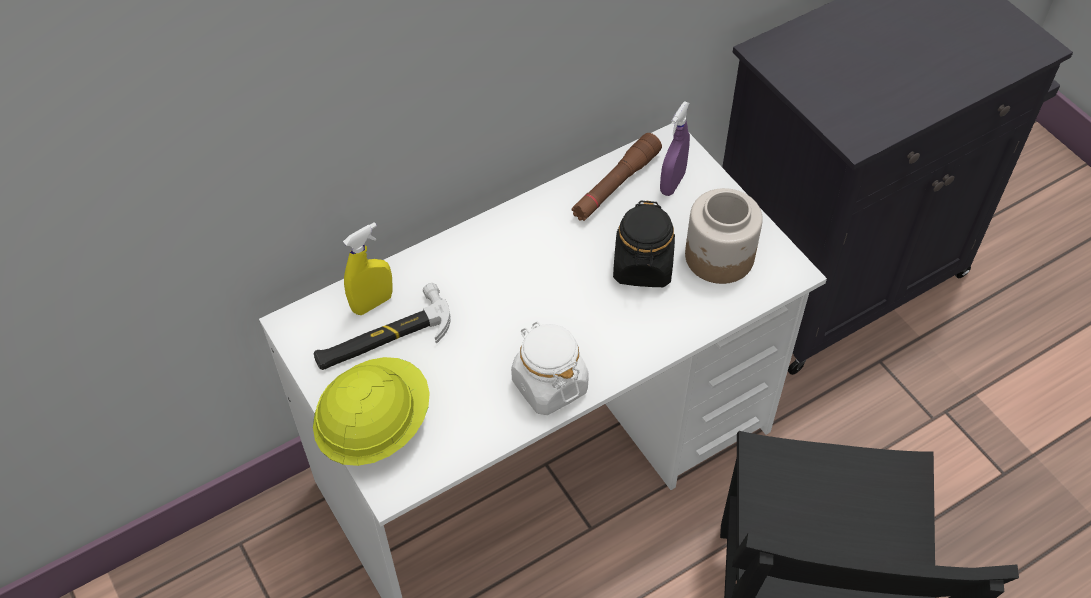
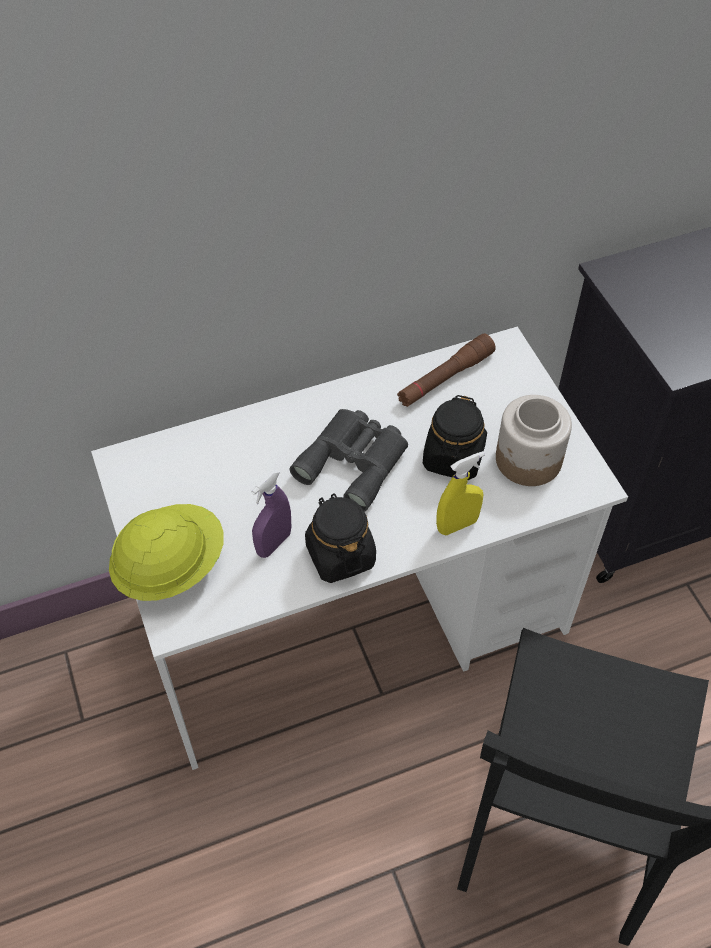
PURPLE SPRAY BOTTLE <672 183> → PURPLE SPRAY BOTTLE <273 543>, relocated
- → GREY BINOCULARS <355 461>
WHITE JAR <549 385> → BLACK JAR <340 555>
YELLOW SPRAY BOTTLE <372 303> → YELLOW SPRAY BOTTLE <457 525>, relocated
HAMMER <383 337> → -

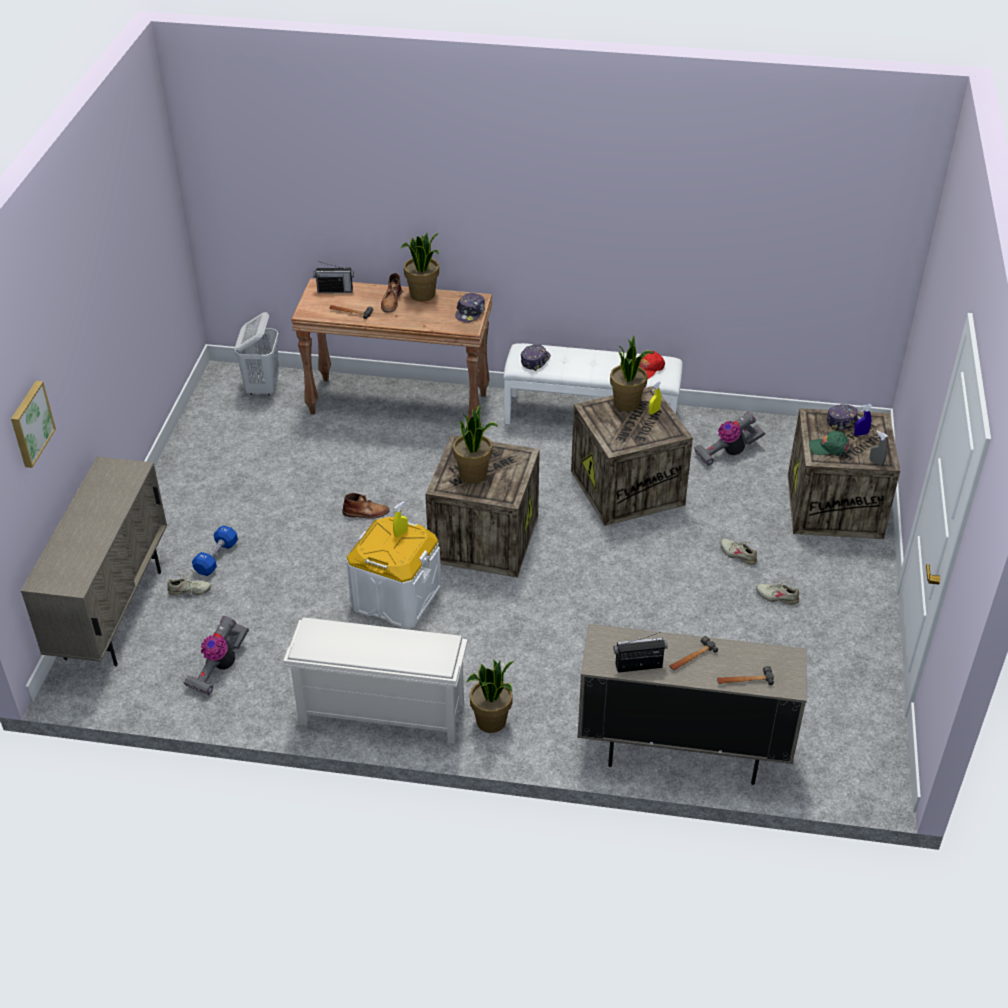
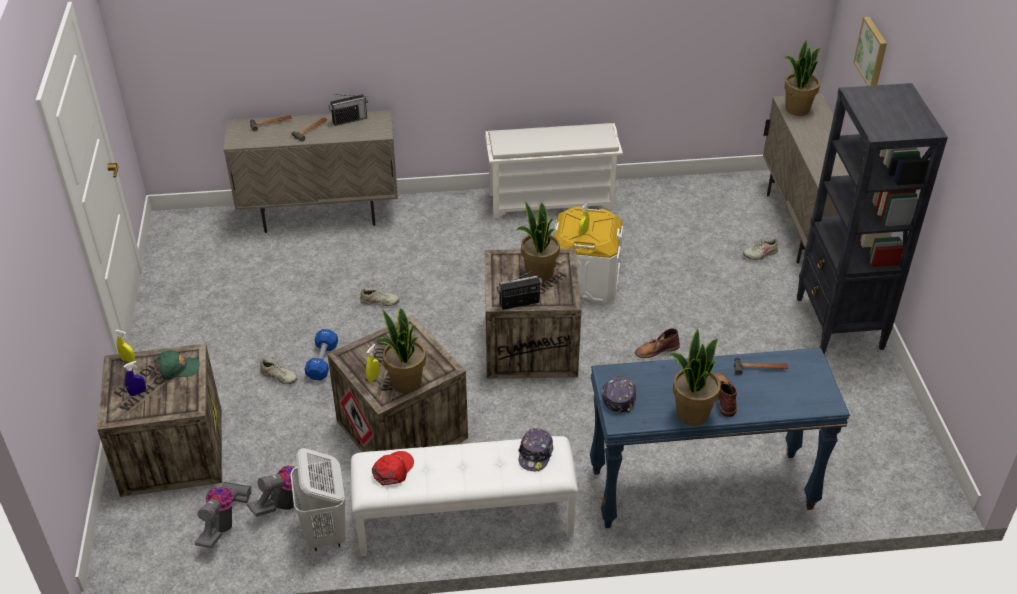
GREY SPRAY BOTTLE <876 462> → YELLOW SPRAY BOTTLE <128 360>
VACUUM CLEANER <219 667> → VACUUM CLEANER <224 522>, relocated
WHITE LAUNDRY BASKET <263 387> → WHITE LAUNDRY BASKET <325 533>, relocated
BLUE DUMBBELL <216 558> → BLUE DUMBBELL <322 362>, relocated
BEIGE SHOE <777 597> → BEIGE SHOE <379 302>, relocated
RADIO <335 290> → RADIO <519 303>, relocated
BROWN CONSOLE TABLE <399 403> → BLUE CONSOLE TABLE <700 491>
POTTED PLANT <491 722> → POTTED PLANT <797 109>, relocated
- → BLACK BOOKCASE <839 324>
CAP <844 421> → -

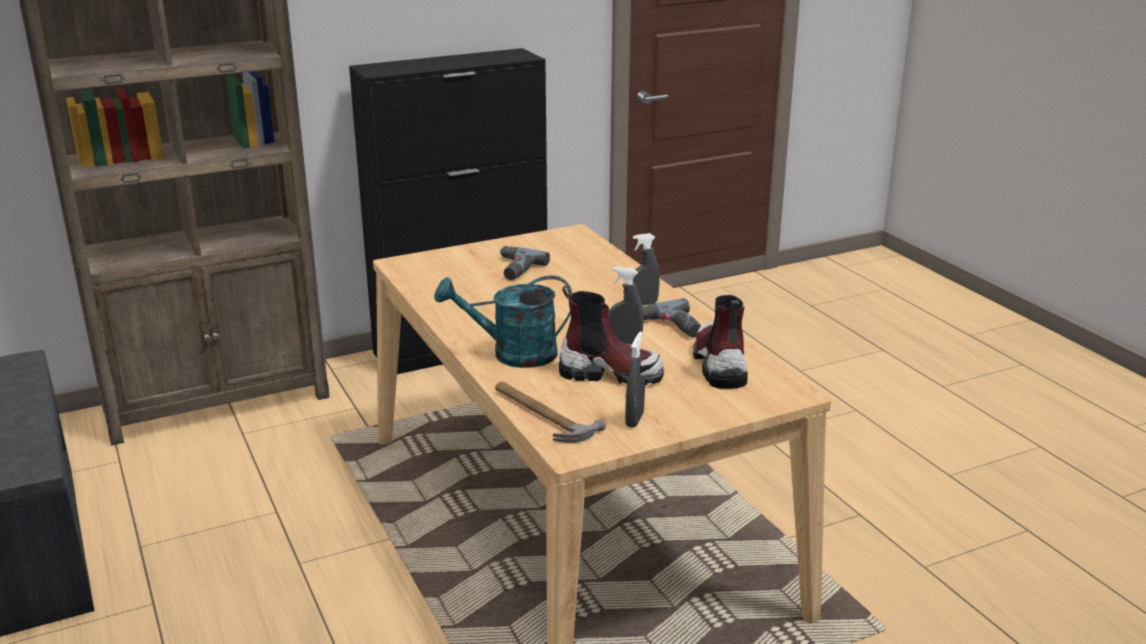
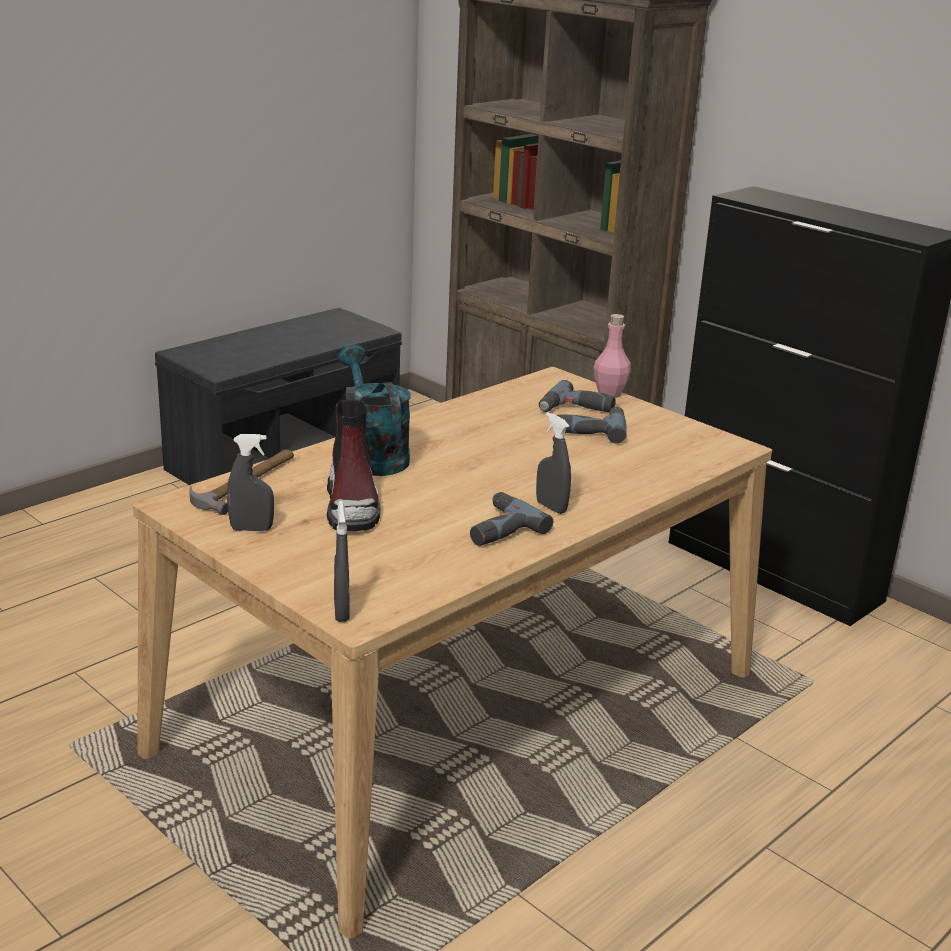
GREY SPRAY BOTTLE <624 342> → GREY SPRAY BOTTLE <341 611>, relocated
- → POWER DRILL <576 410>
- → PINK BOTTLE <609 393>
BOOT <718 365> → -

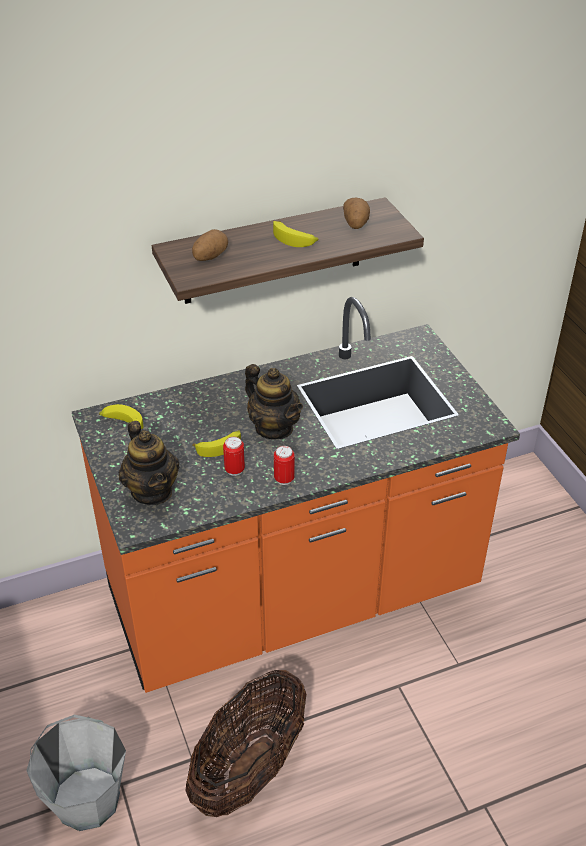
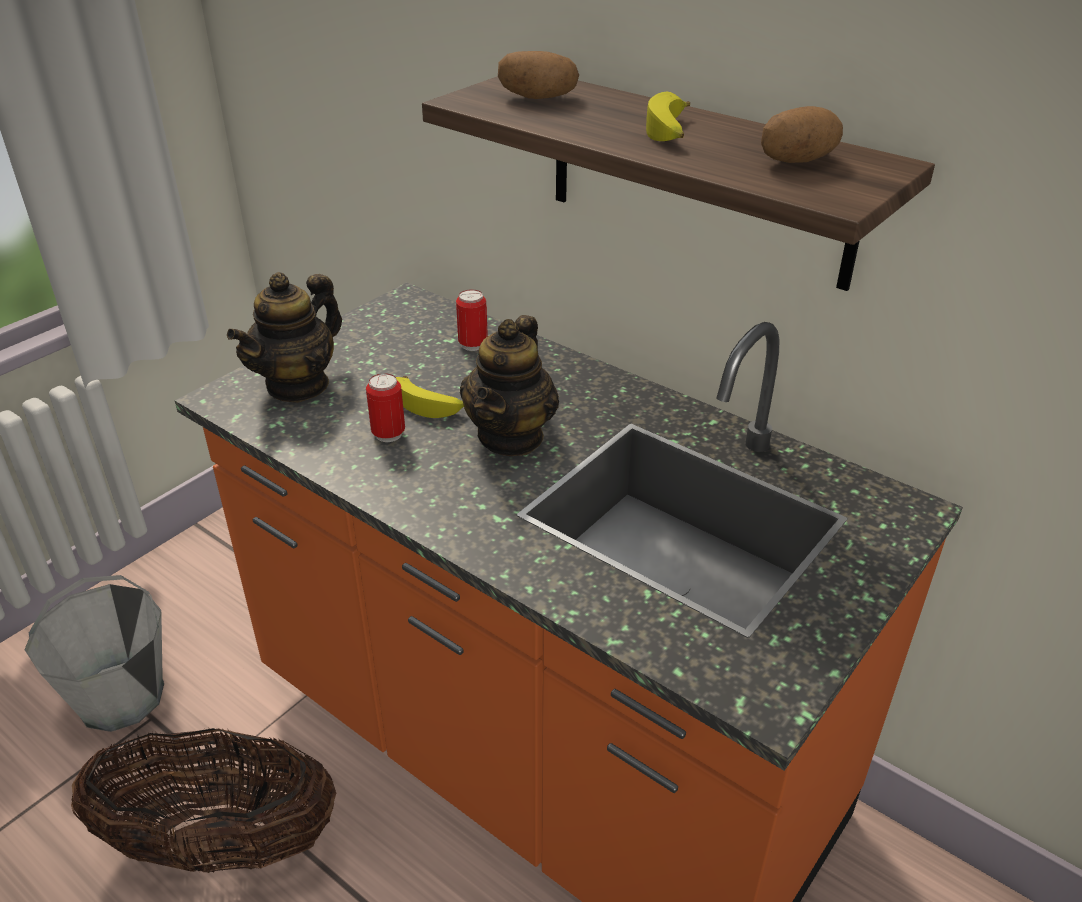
CAN <284 479> → CAN <473 345>, relocated
BANANA <122 422> → -

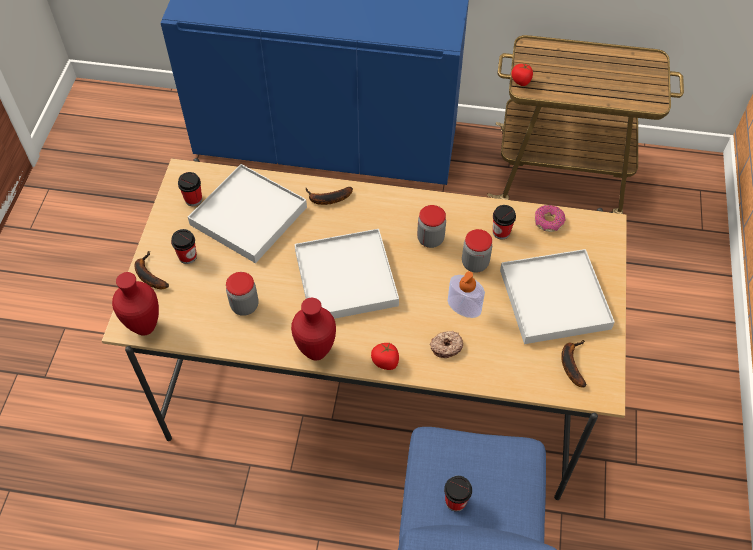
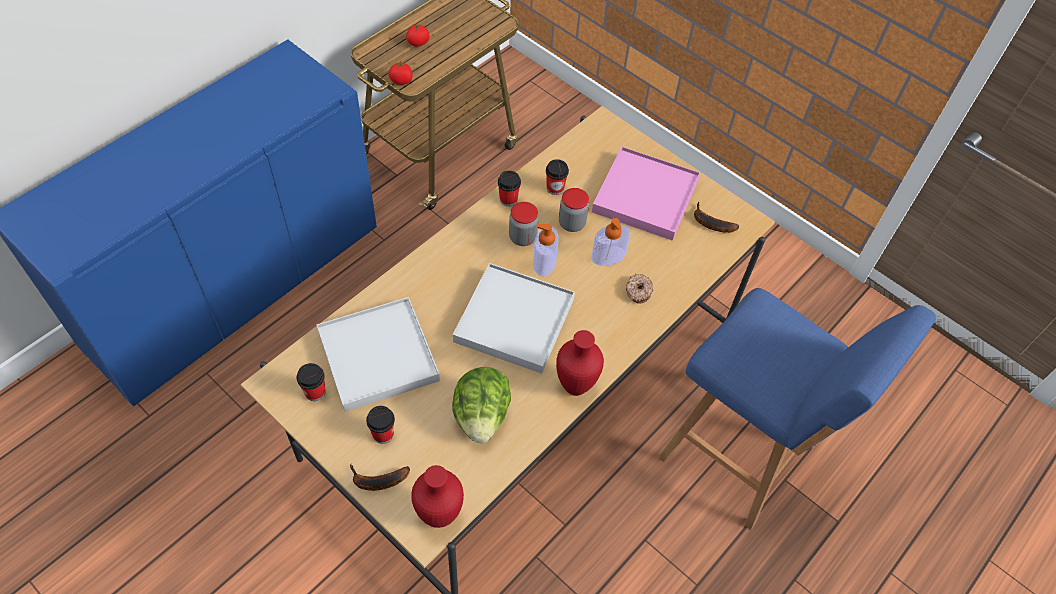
TOMATO <385 362> → TOMATO <418 42>, relocated
JAR <244 305> → LETTUCE <481 416>
CUP <455 501> → CUP <508 199>, relocated
- → SOAP DISPENSER <544 262>
WHITE TRAY <554 299> → PINK TRAY <645 196>
BANANA <327 199> → -
DONUT <548 222> → -

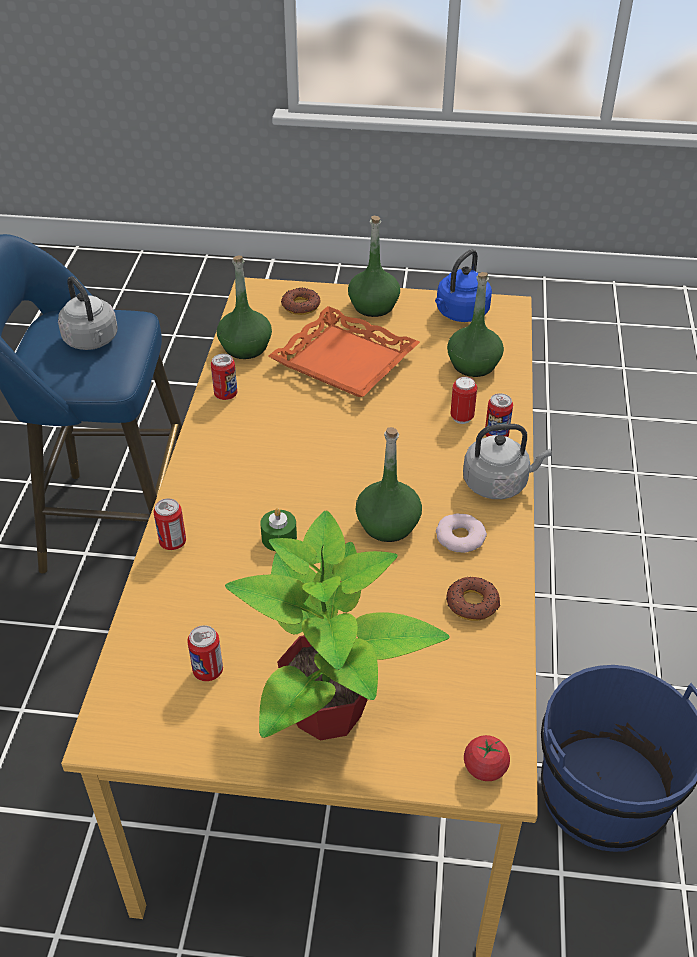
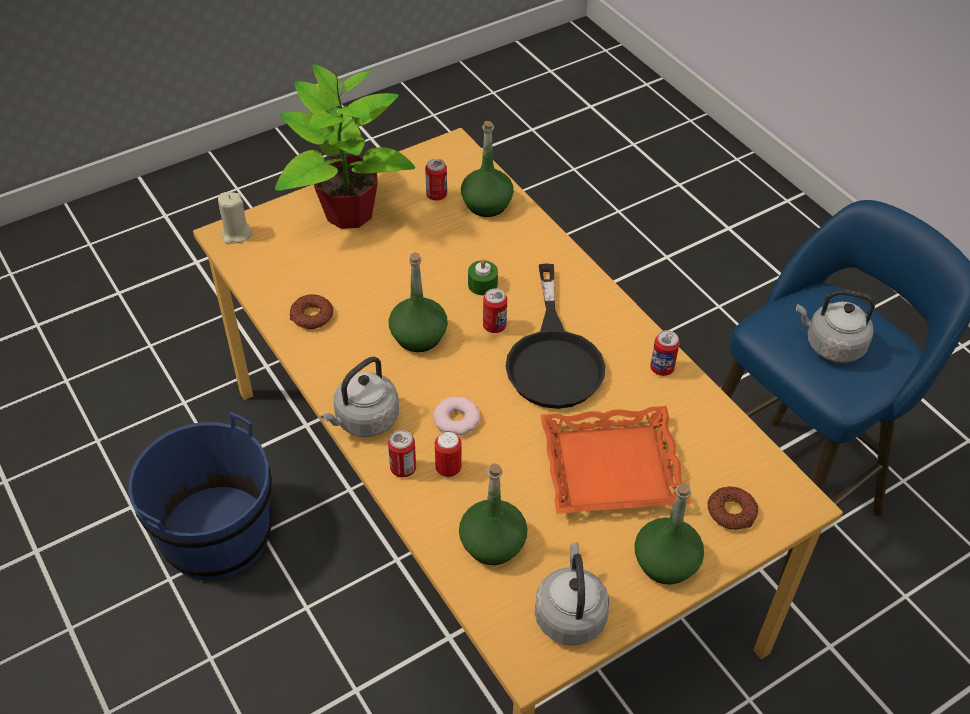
TOMATO <485 768> → BEIGE CANDLE <236 234>
DONUT <460 537> → DONUT <457 419>, relocated
GREEN BOTTLE <245 347> → GREEN BOTTLE <487 204>, relocated
CAN <173 542> → CAN <494 326>, relocated
- → BLACK FRYING PAN <553 358>
BLUE KETTLE <460 314> → GREY KETTLE <570 614>

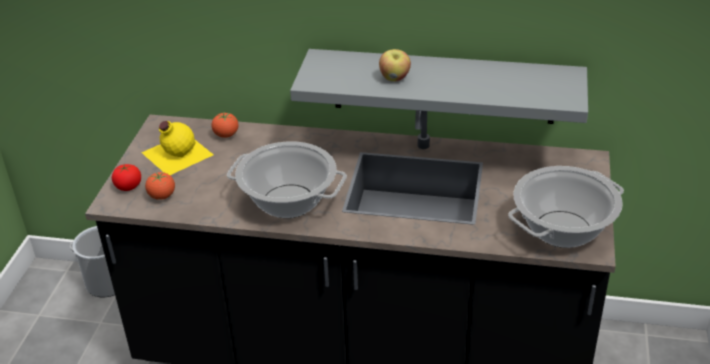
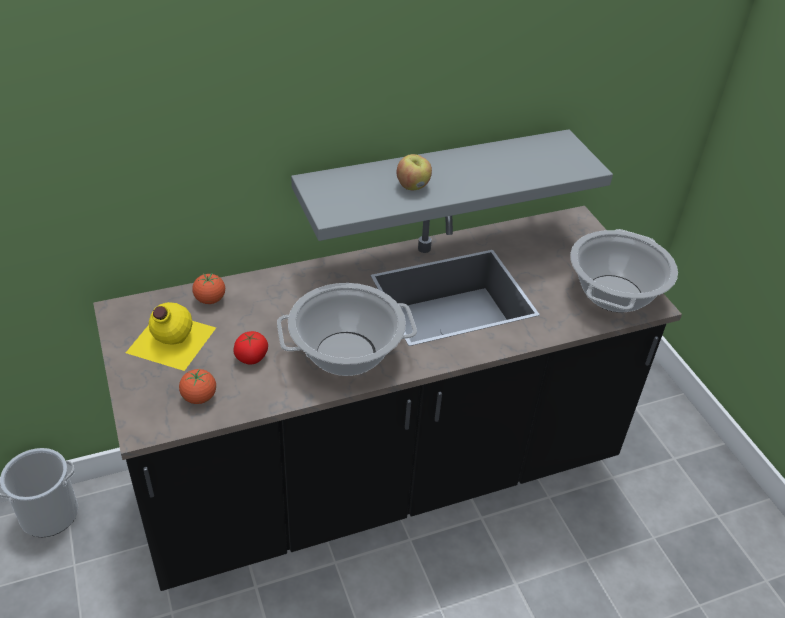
TOMATO <128 186> → TOMATO <251 357>, relocated

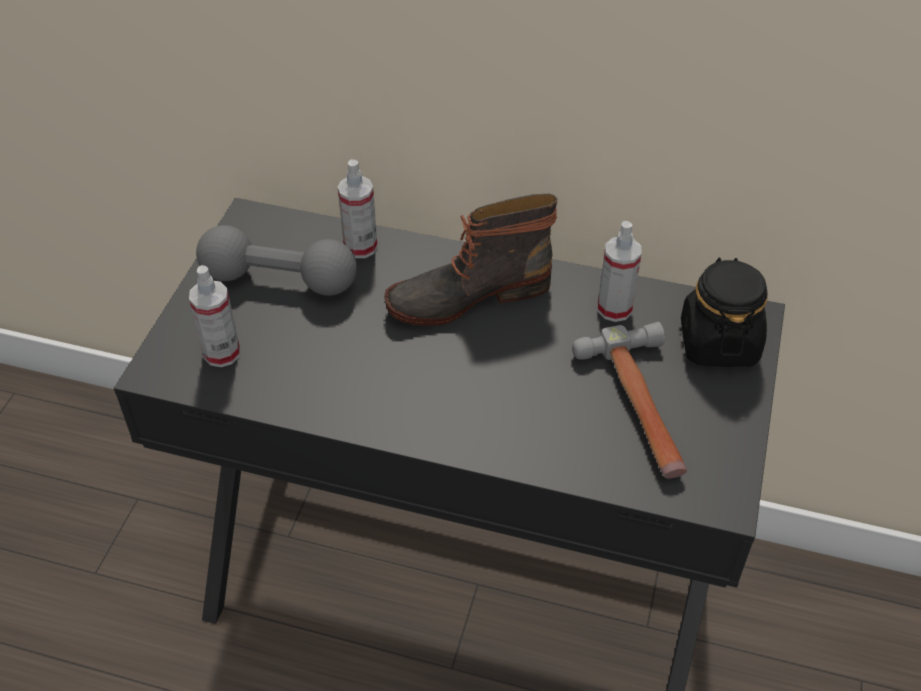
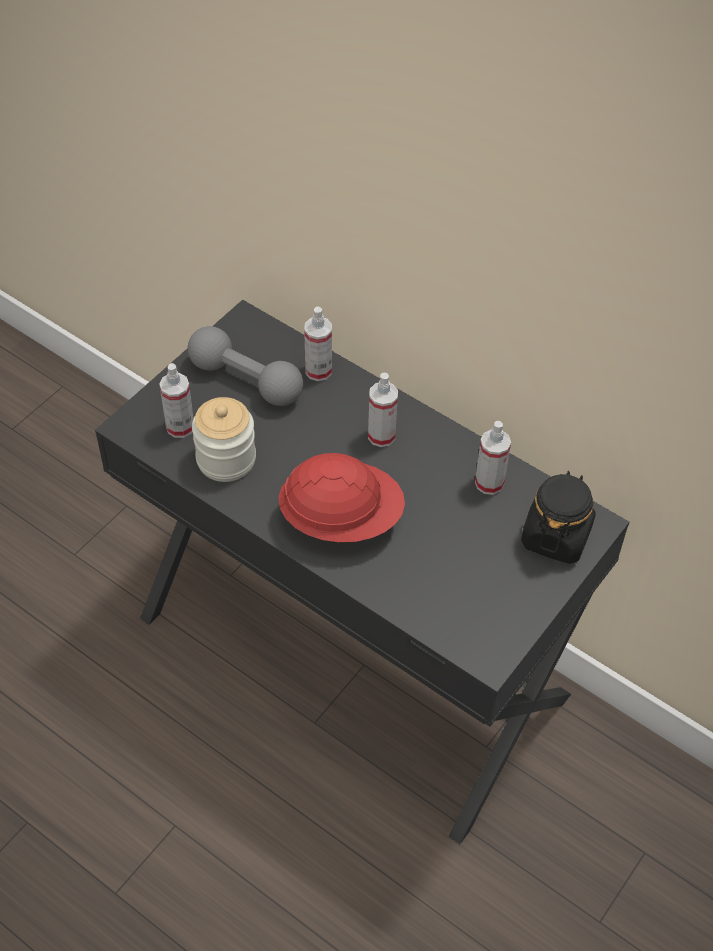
- → JAR <226 459>
- → RED HARD HAT <341 519>
BOOT <467 294> → SPRAY BOTTLE <381 436>
HAMMER <642 408> → -

